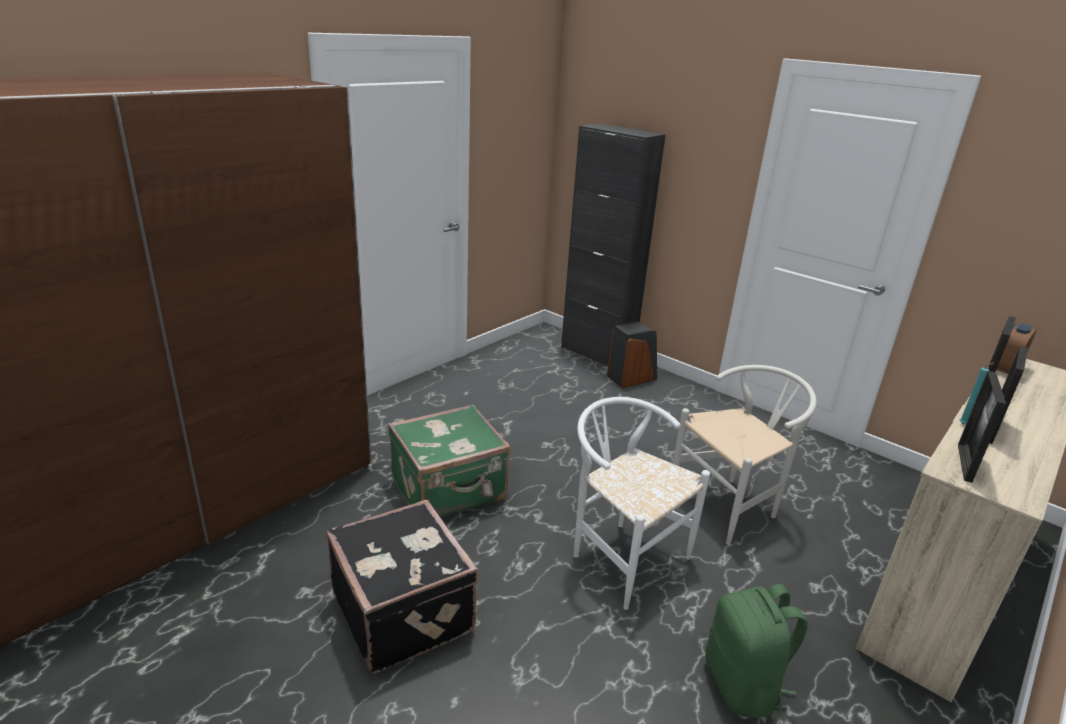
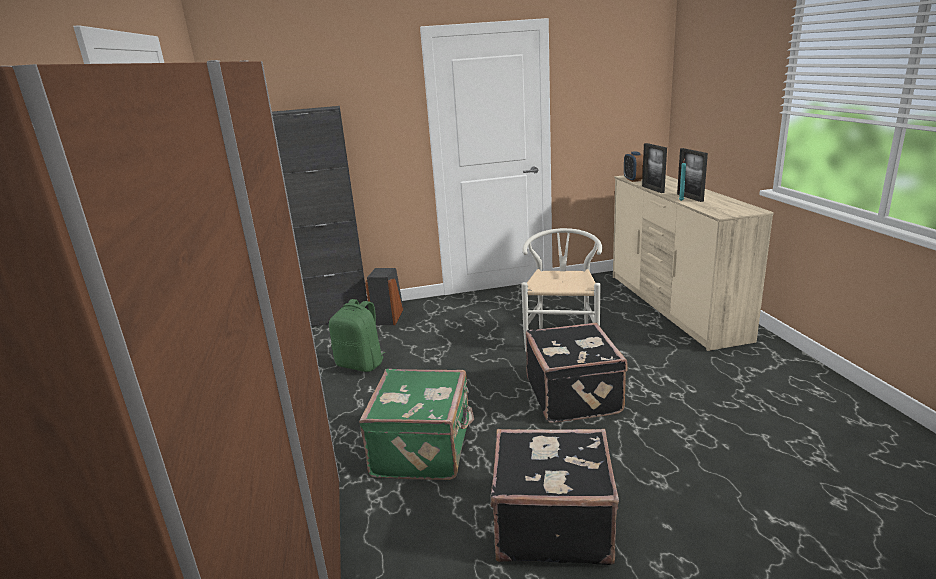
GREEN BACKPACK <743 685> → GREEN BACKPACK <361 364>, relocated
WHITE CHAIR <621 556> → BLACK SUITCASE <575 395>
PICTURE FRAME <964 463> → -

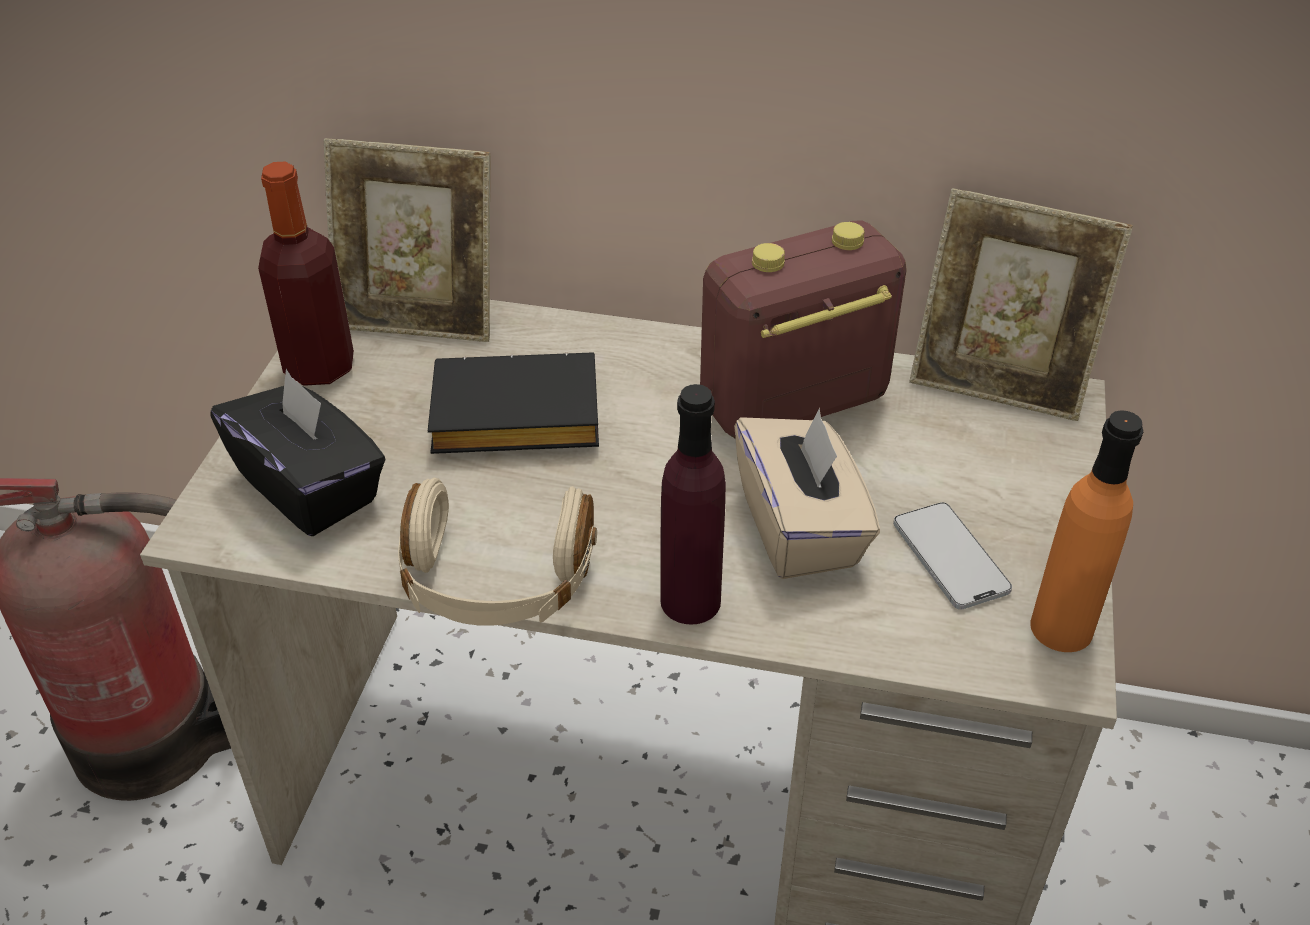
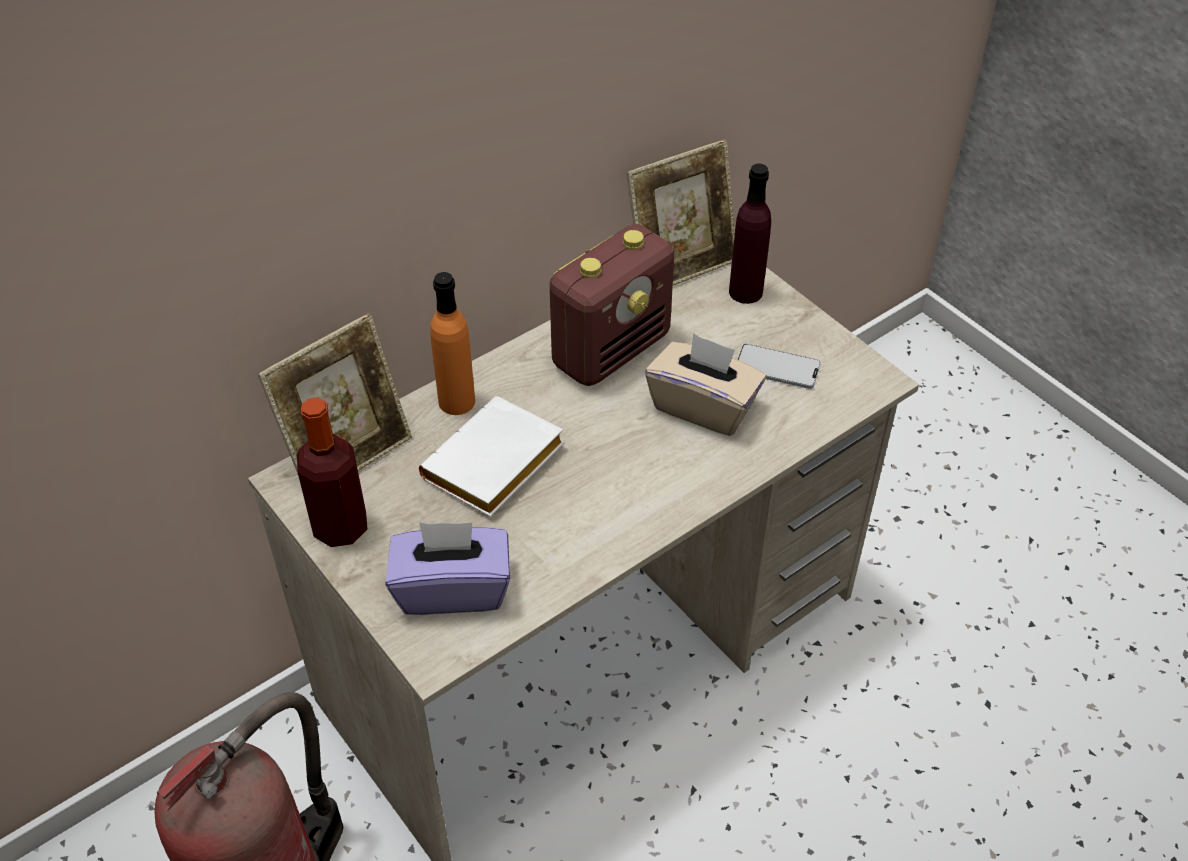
BLACK TISSUE BOX <310 487> → PURPLE TISSUE BOX <452 588>
BLACK BOOK <511 420> → WHITE BOOK <494 468>
ORANGE BOTTLE <1061 628> → ORANGE BOTTLE <456 401>, relocated
RADIO <792 405> → RADIO <611 349>, 150 degrees counterclockwise
PURPLE BOTTLE <690 601> → PURPLE BOTTLE <745 292>, relocated
BEIGE HEADPHONES <496 582> → -

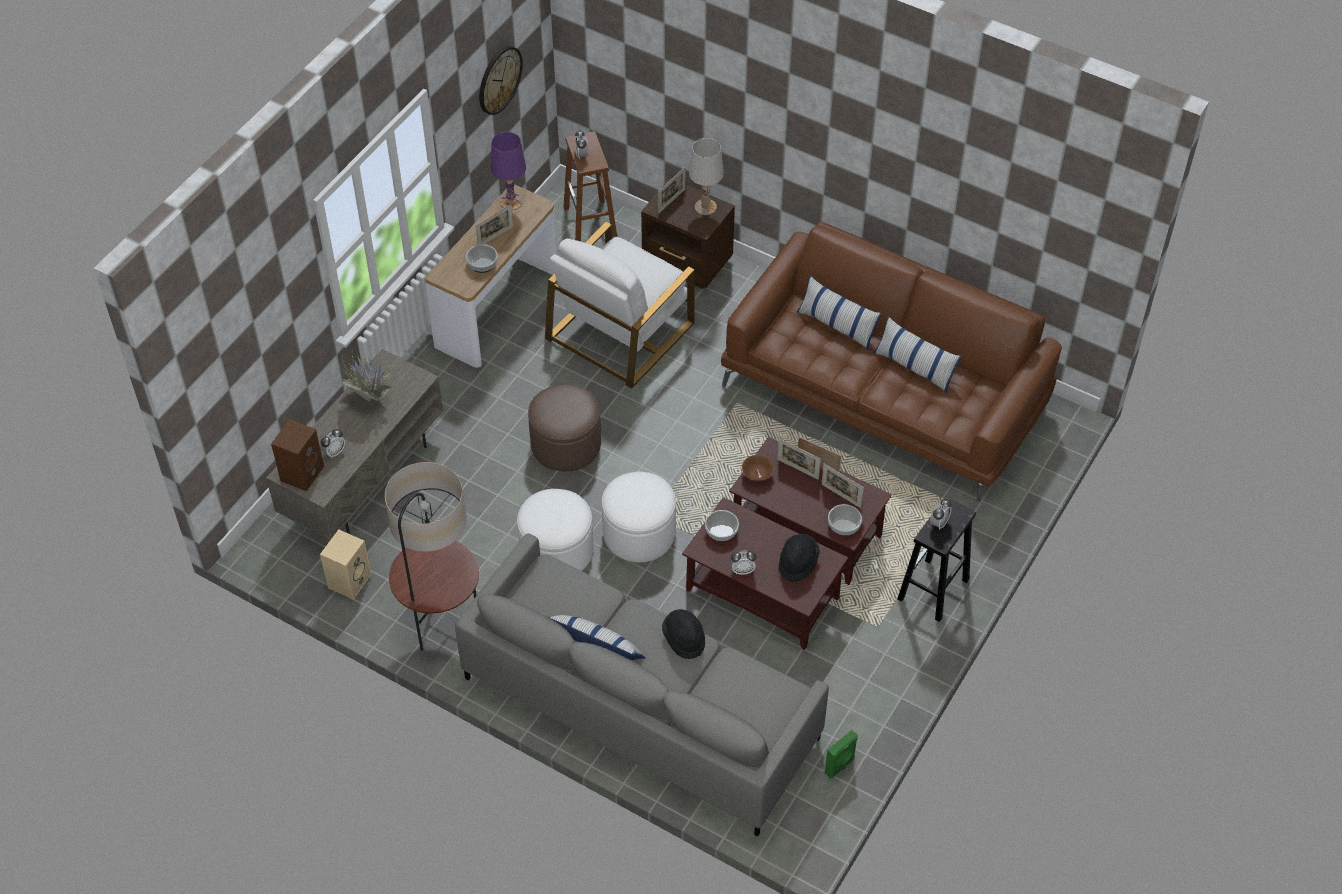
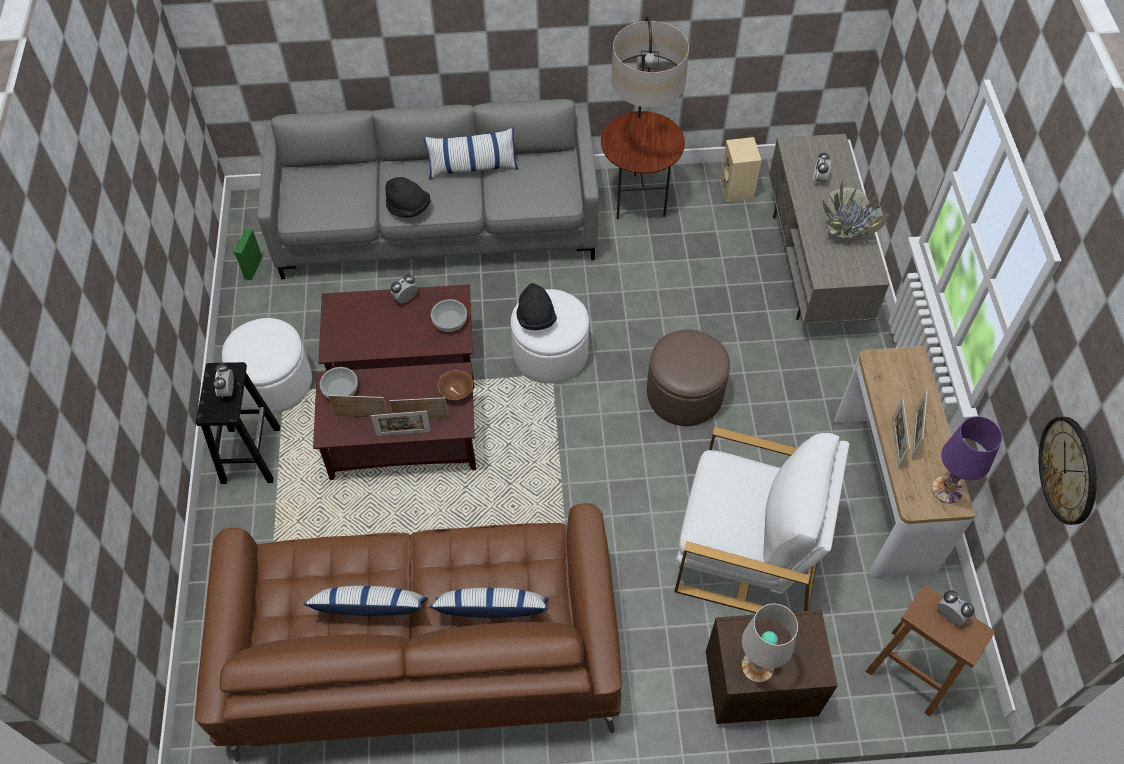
WHITE OTTOMAN <557 550> → WHITE OTTOMAN <274 382>, relocated
BLACK HAT <797 563> → BLACK HAT <536 318>, relocated
WHITE ARMCHAIR <620 329> → WHITE ARMCHAIR <749 548>, 105 degrees clockwise
PICTURE FRAME <671 201> → PICTURE FRAME <895 443>, relocated
BROWN SPEAKER <302 472> → -
BOWL <482 264> → -

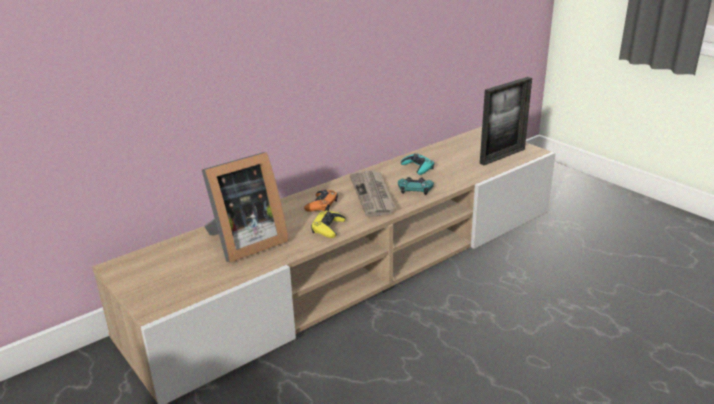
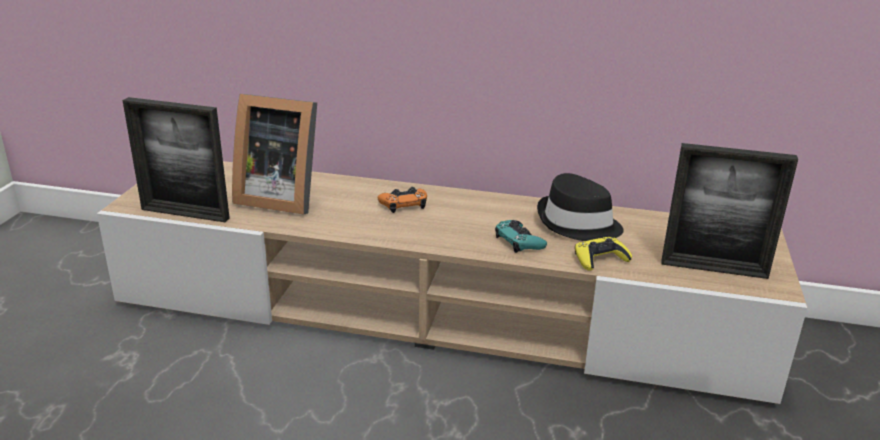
- → PICTURE FRAME <185 214>
TURQUOISE GAME CONTROLLER <418 167> → BLACK HAT <578 224>
YELLOW GAME CONTROLLER <328 228> → YELLOW GAME CONTROLLER <600 259>, relocated
NEWSPAPER <373 195> → -

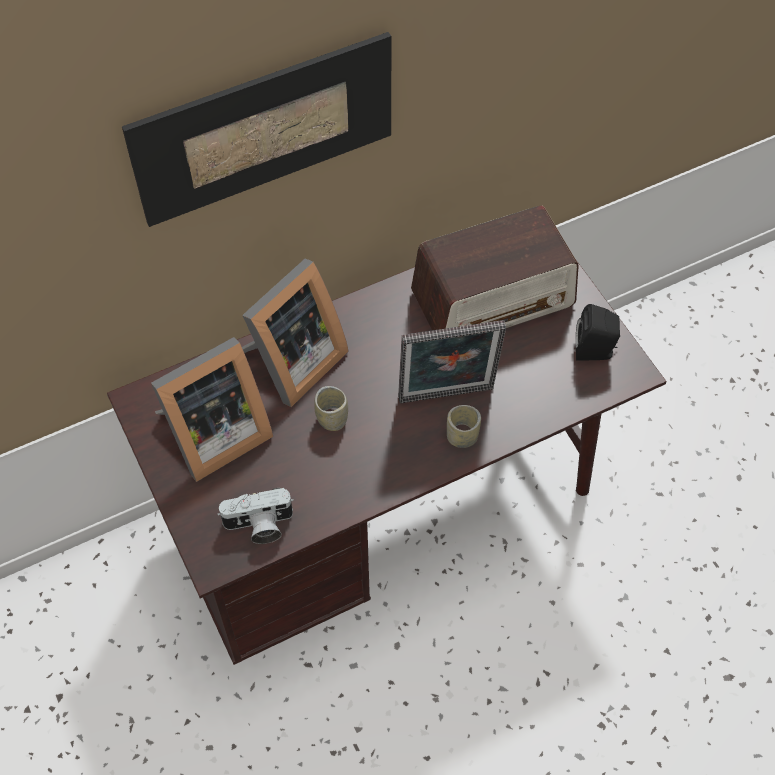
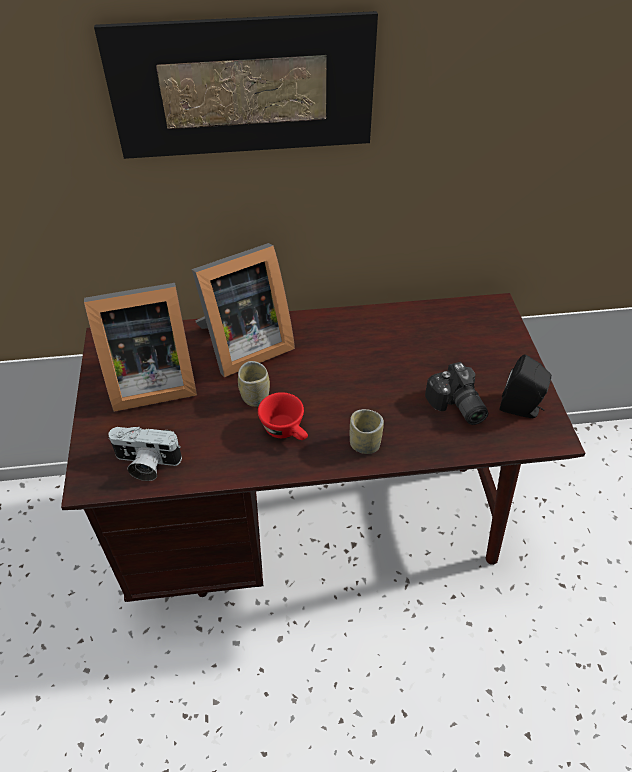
- → RED CUP <286 431>
- → PHOTO CAMERA <456 407>
PICTURE FRAME <447 398> → -
RADIO <493 298> → -

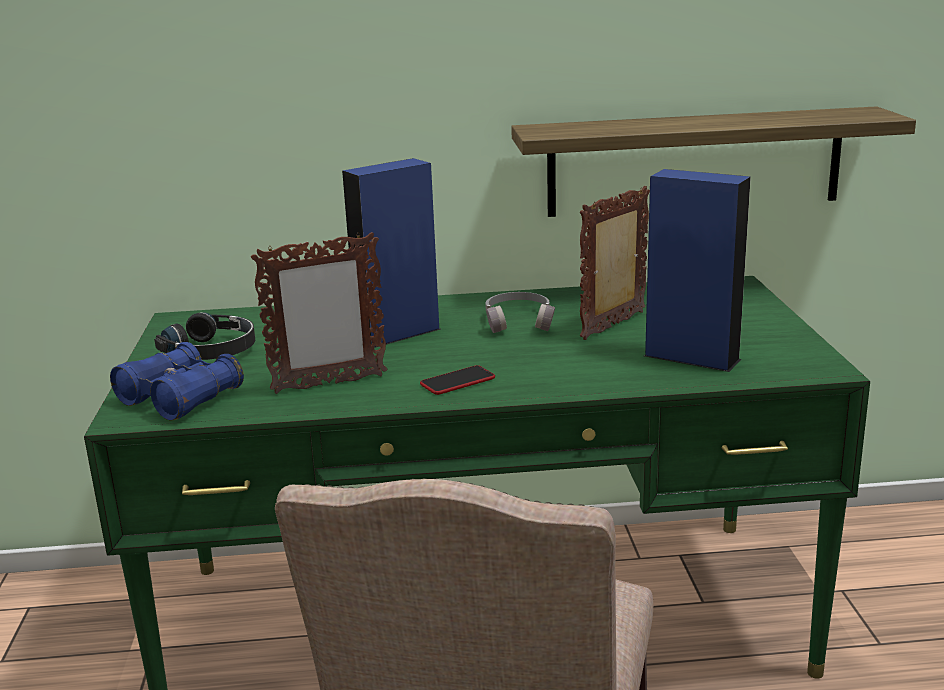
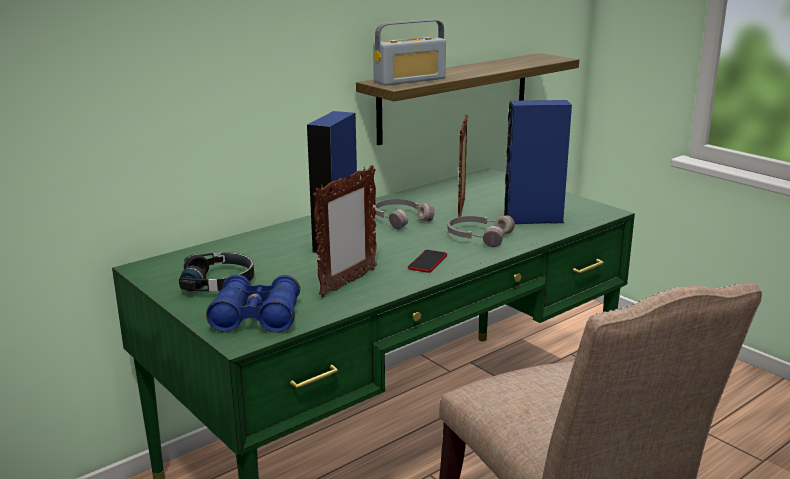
- → RADIO <410 80>
- → GREY HEADPHONES <478 236>

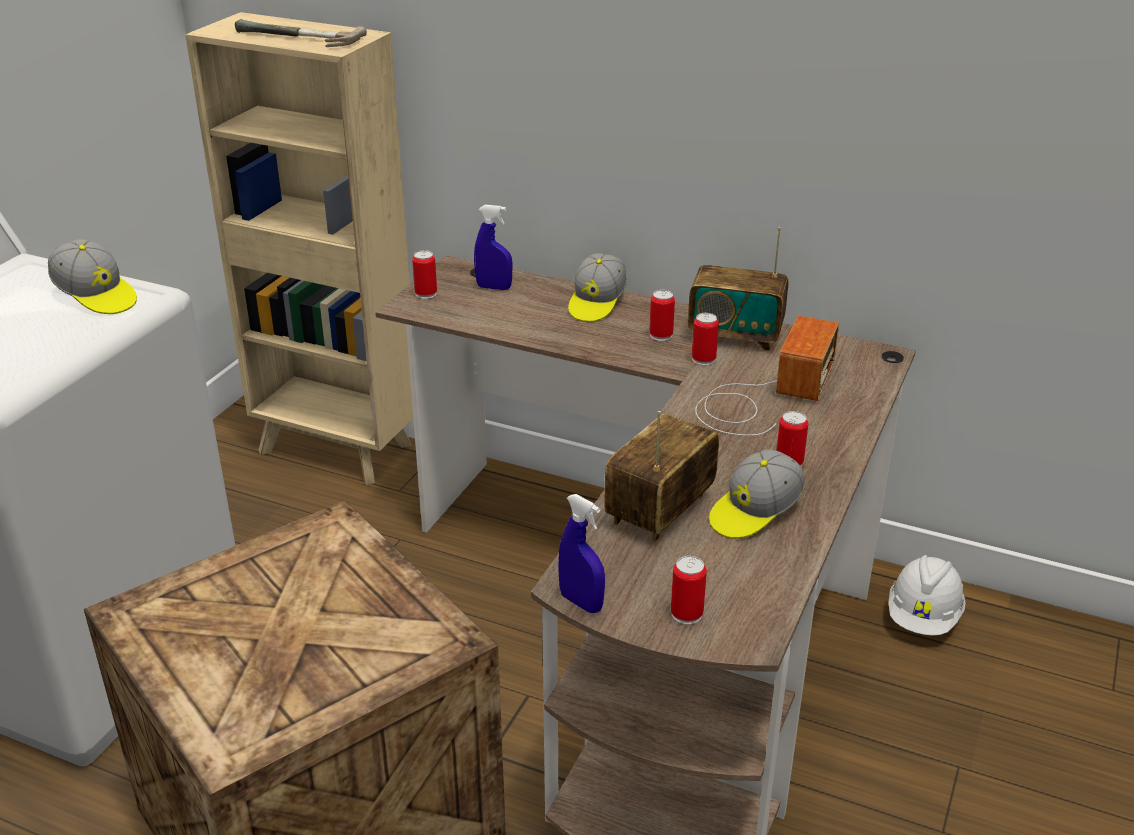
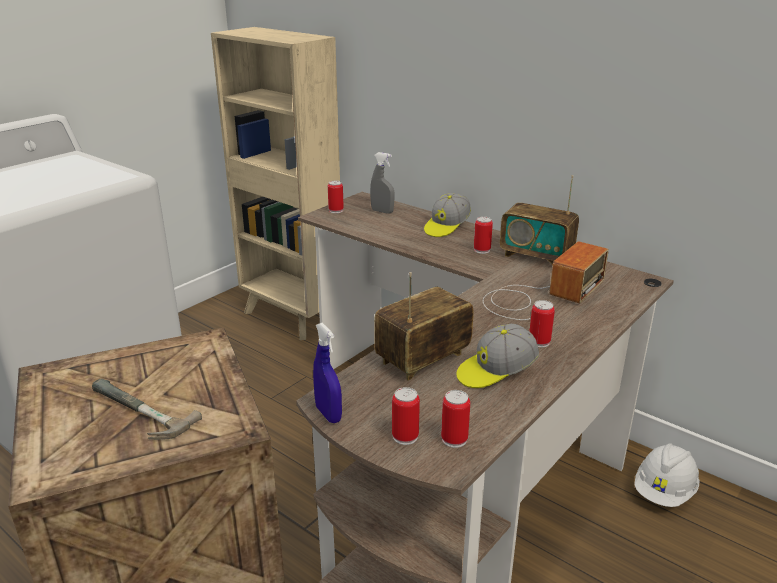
HAMMER <294 39> → HAMMER <134 414>, relocated
BLUE SPRAY BOTTLE <494 287> → GREY SPRAY BOTTLE <382 211>
CAN <703 359> → CAN <454 439>, relocated
CAP <96 296> → -

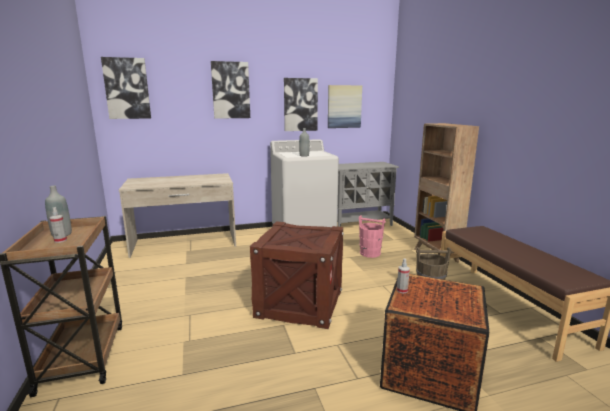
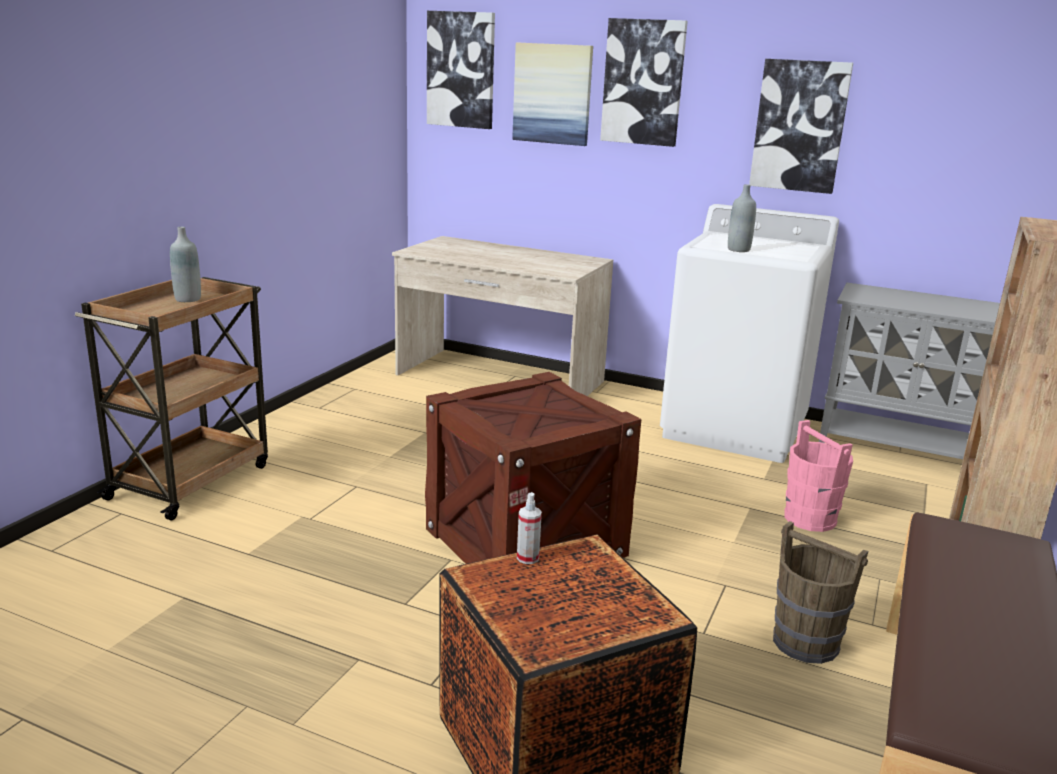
PICTURE <344 106> → PICTURE <552 94>, relocated
SPRAY BOTTLE <60 240> → -

